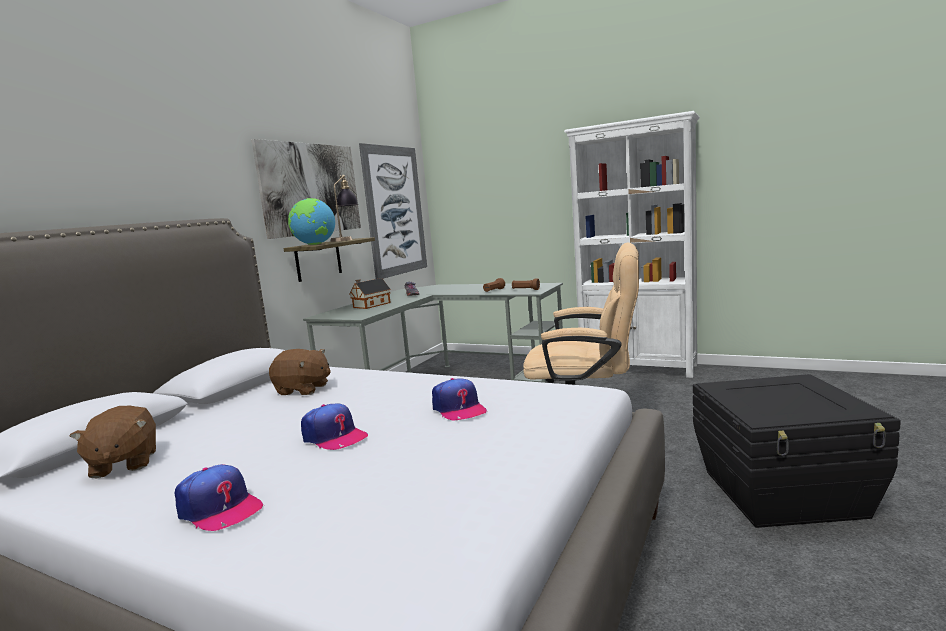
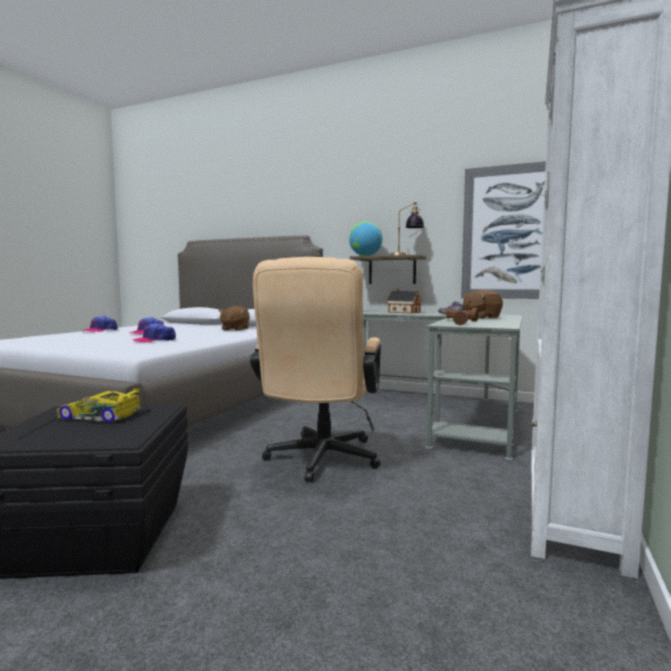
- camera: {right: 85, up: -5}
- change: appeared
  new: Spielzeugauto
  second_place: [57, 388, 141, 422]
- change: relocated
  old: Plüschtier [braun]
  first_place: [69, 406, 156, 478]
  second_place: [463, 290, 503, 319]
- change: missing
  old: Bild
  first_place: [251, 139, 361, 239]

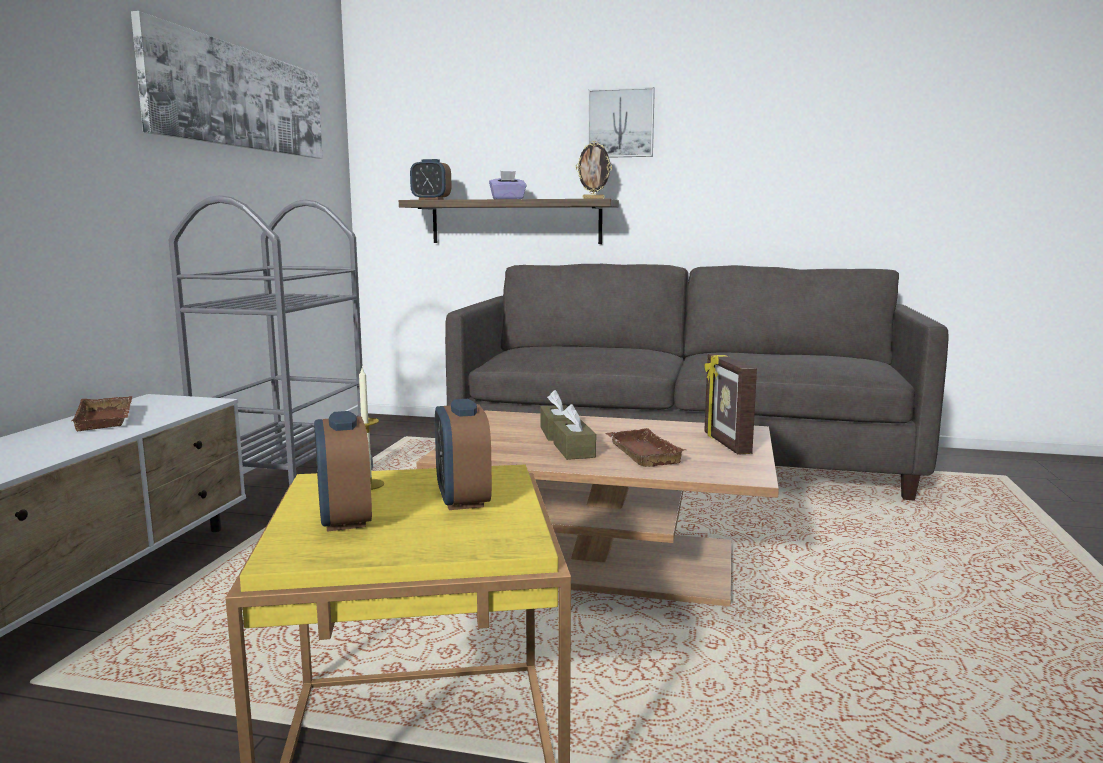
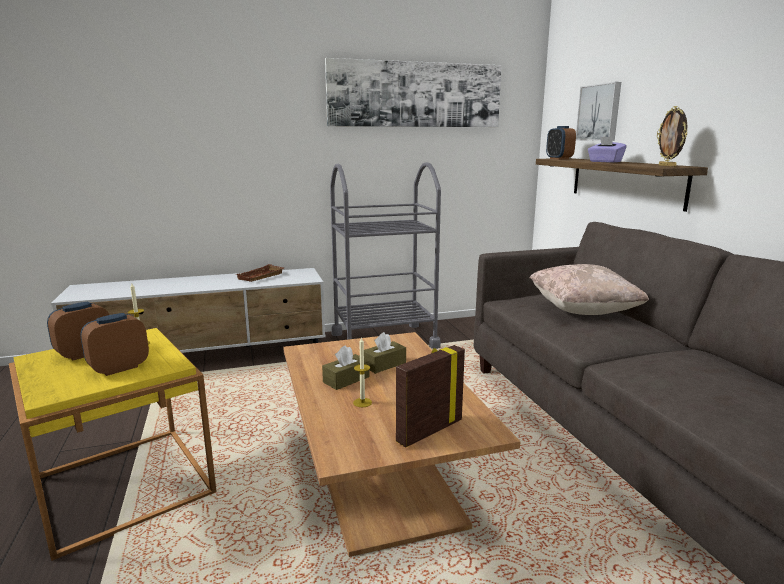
- camera: {right: 60, up: 5}
- change: exchanged
  old: Tablett [braun]
  new: Kerze
  first_place: [605, 428, 686, 467]
  second_place: [353, 337, 372, 407]
- change: appeared
  new: Kissen [beige]
  second_place: [530, 264, 649, 315]
- change: relocated
  old: Bild
  first_place: [588, 87, 655, 158]
  second_place: [576, 82, 621, 141]

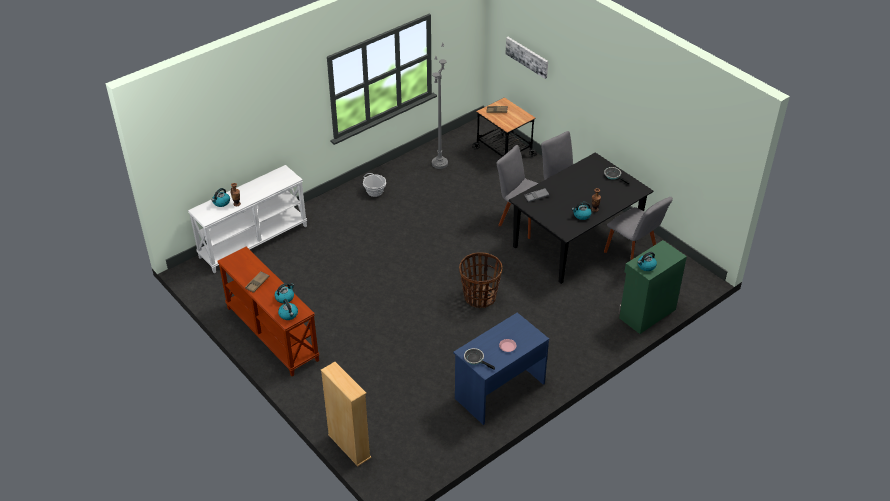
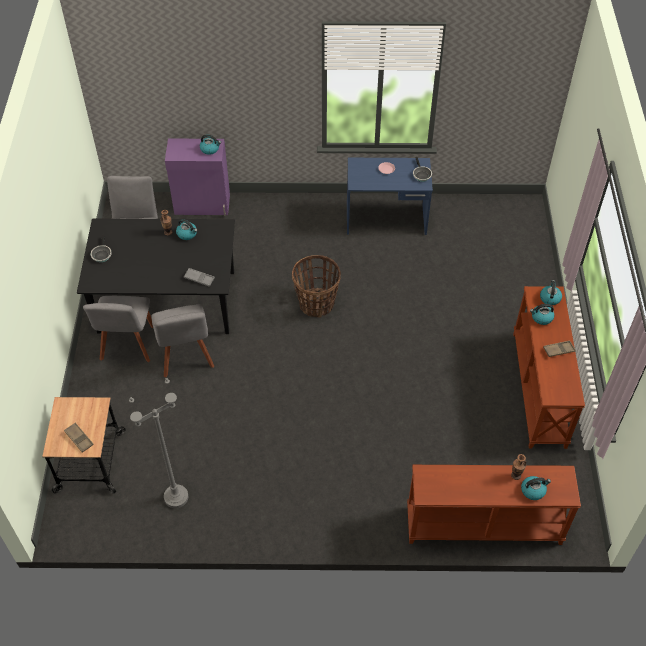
- camera: {right: -140, up: 10}
- change: colour
  old: Schrank [grün]
  new: Schrank [lila]
  first_place: [618, 240, 687, 334]
  second_place: [165, 139, 230, 216]
- change: colour
  old: Konsolentisch [weiß]
  new: Konsolentisch [braun]
  first_place: [188, 165, 307, 273]
  second_place: [407, 465, 581, 545]
- change: missing
  old: Bücherregal [beige]
  first_place: [321, 362, 371, 466]
- change: missing
  old: Korb
  first_place: [363, 173, 386, 197]
- change: missing
  old: Bild
  first_place: [505, 37, 548, 79]

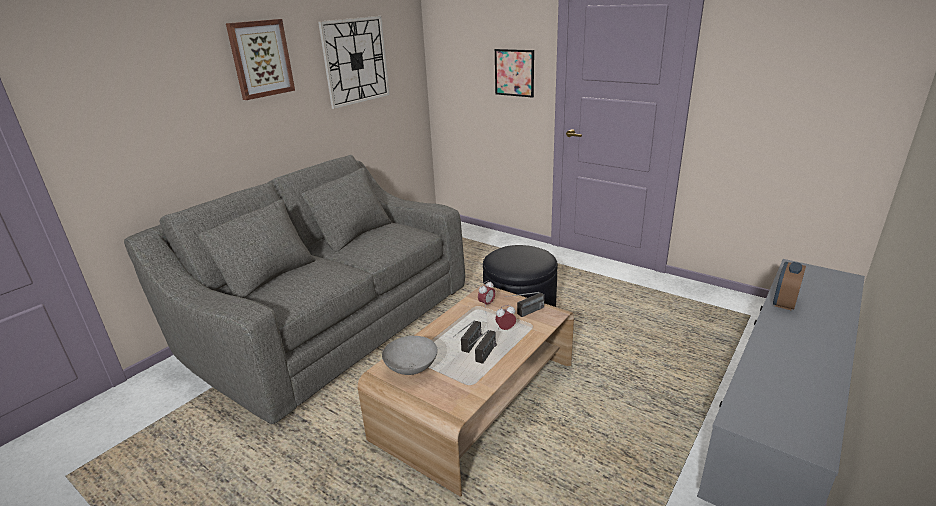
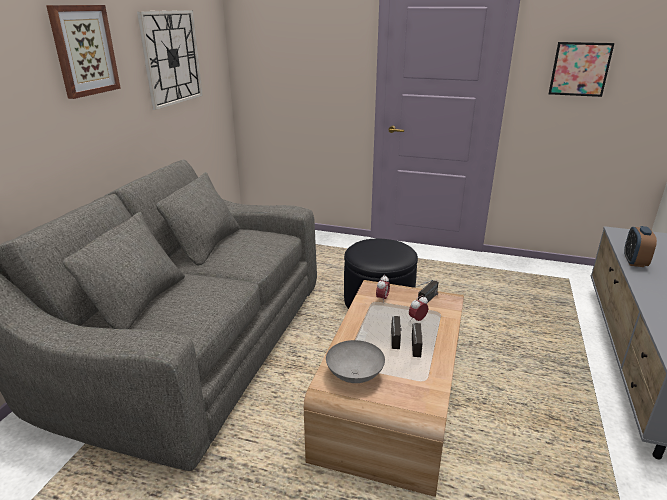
- camera: {right: -20, up: 0}
- change: relocated
  old: Bild
  first_place: [495, 49, 534, 98]
  second_place: [549, 42, 614, 97]

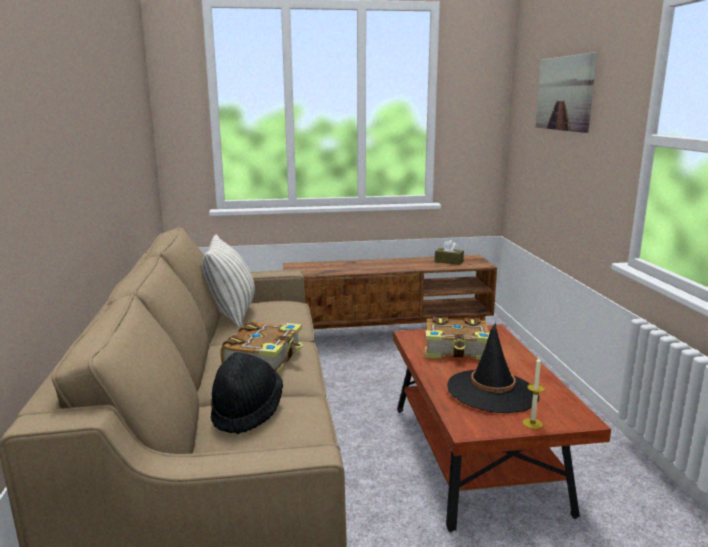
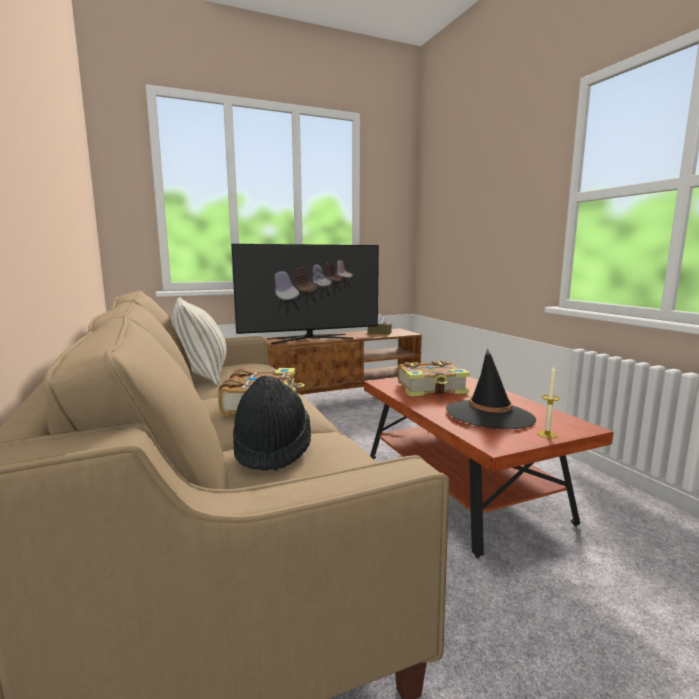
- camera: {right: -15, up: -5}
- change: appeared
  new: Fernseher
  second_place: [232, 244, 379, 344]
- change: missing
  old: Bild
  first_place: [535, 52, 597, 133]

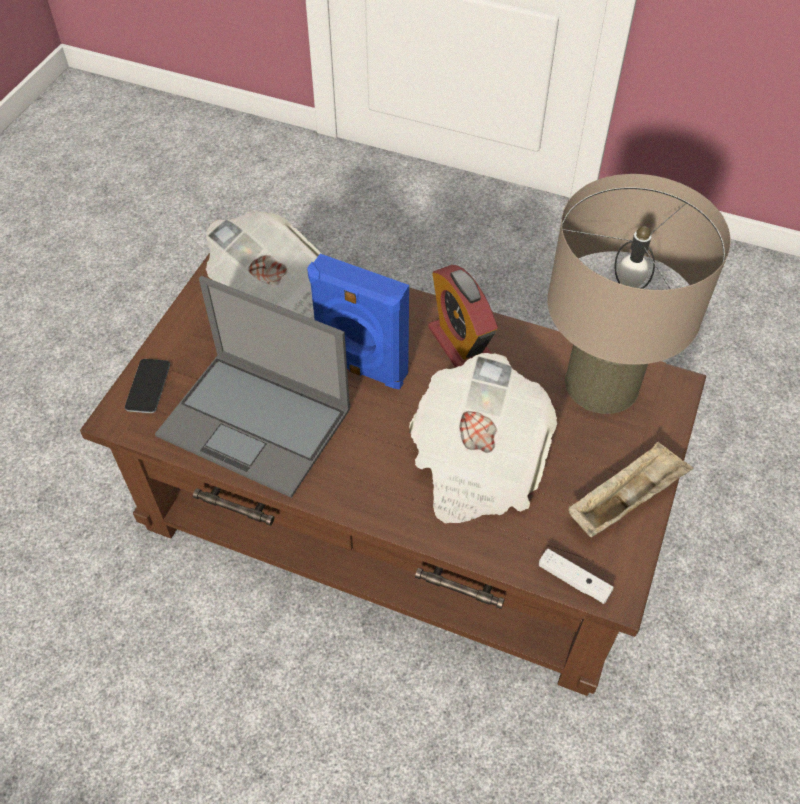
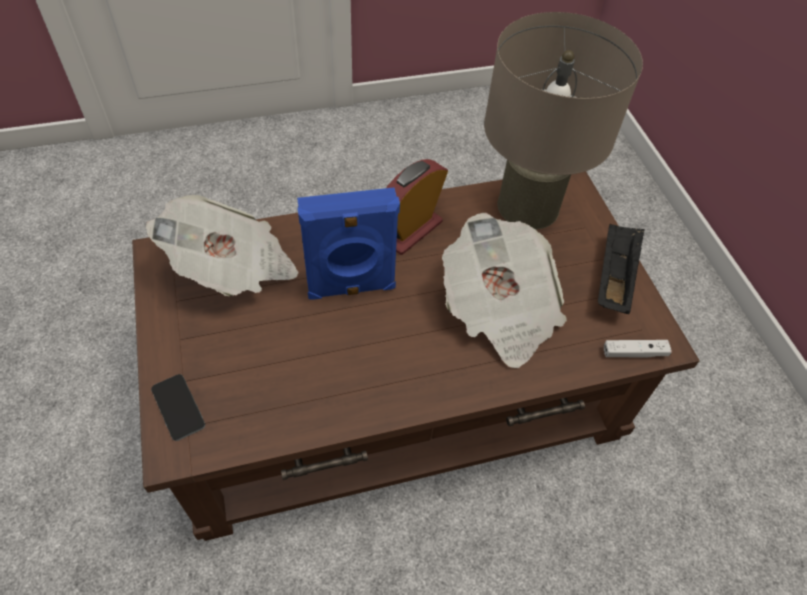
- camera: {right: -40, up: 0}
- change: spun
  old: Wecker
  first_place: [428, 265, 498, 368]
  second_place: [386, 159, 448, 255]
  degrees: 105
- change: colour
  old: Tablett [beige]
  new: Tablett [schwarz]
  first_place: [568, 442, 693, 537]
  second_place: [598, 224, 644, 314]
- change: missing
  old: Laptop
  first_place: [155, 276, 350, 498]

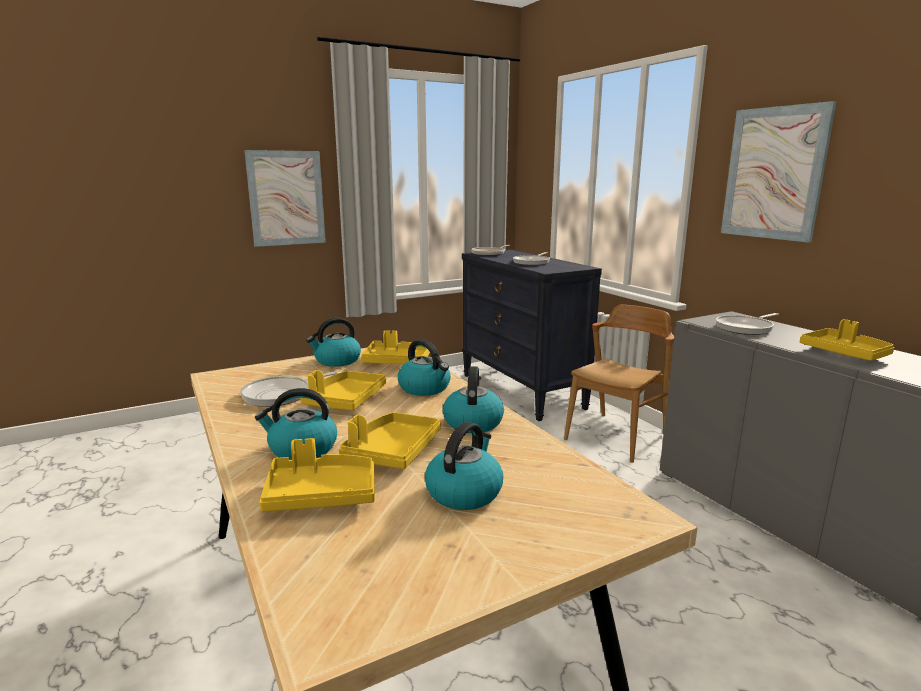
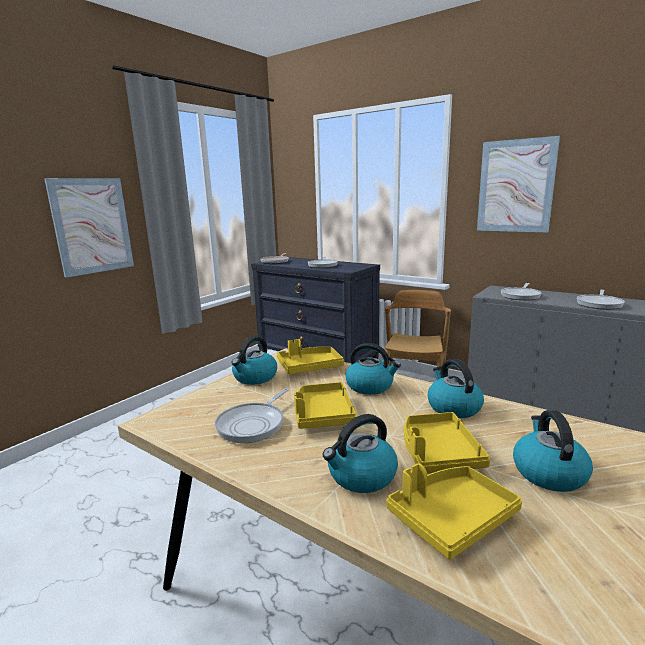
- camera: {right: -25, up: 0}
- change: exchanged
  old: Tablett [gelb]
  new: Pfanne
  first_place: [800, 319, 894, 361]
  second_place: [577, 290, 625, 310]

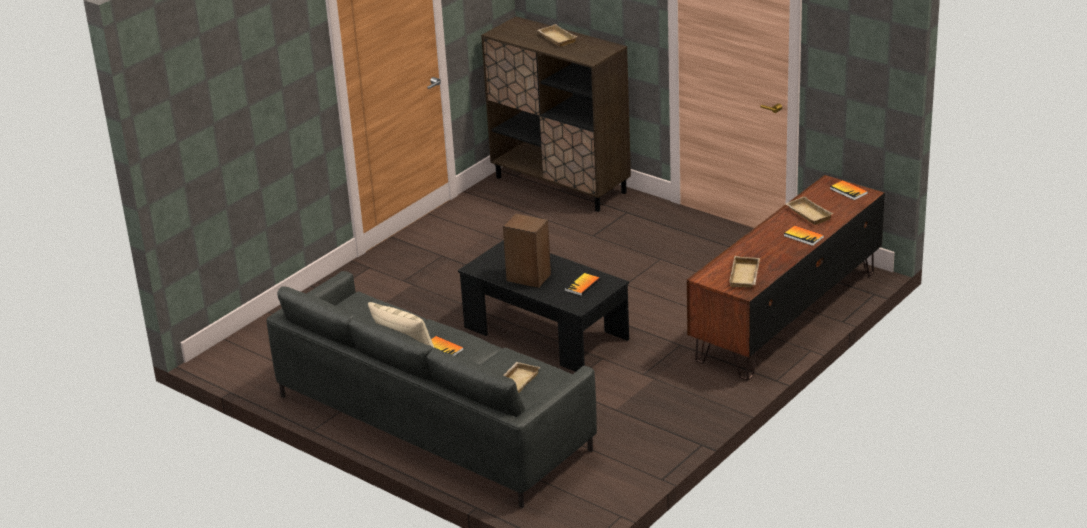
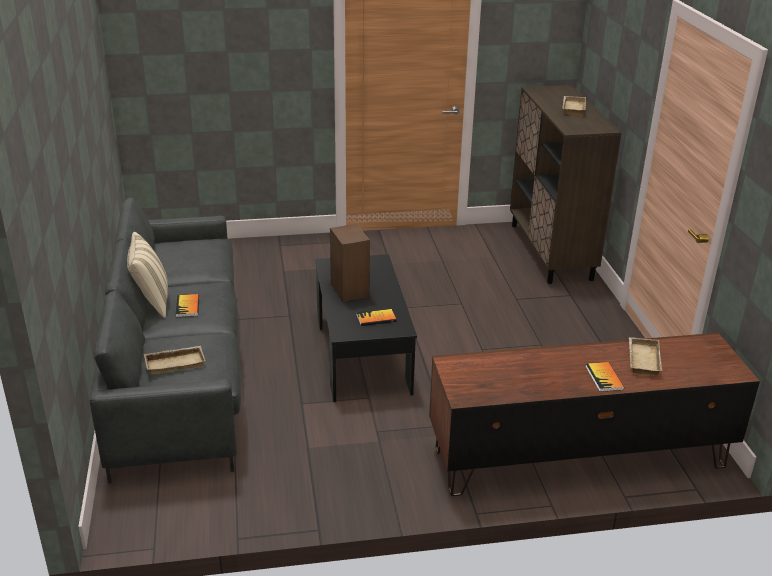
- camera: {right: 40, up: 0}
- change: missing
  old: Tablett [beige]
  first_place: [729, 256, 760, 287]
- change: missing
  old: Buch
  first_place: [830, 180, 868, 200]

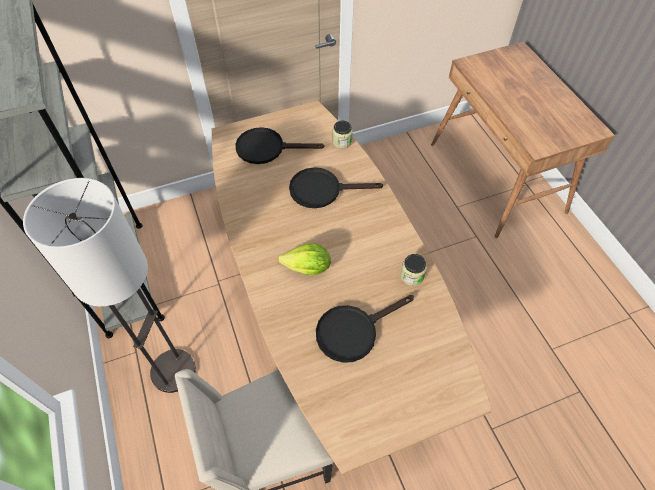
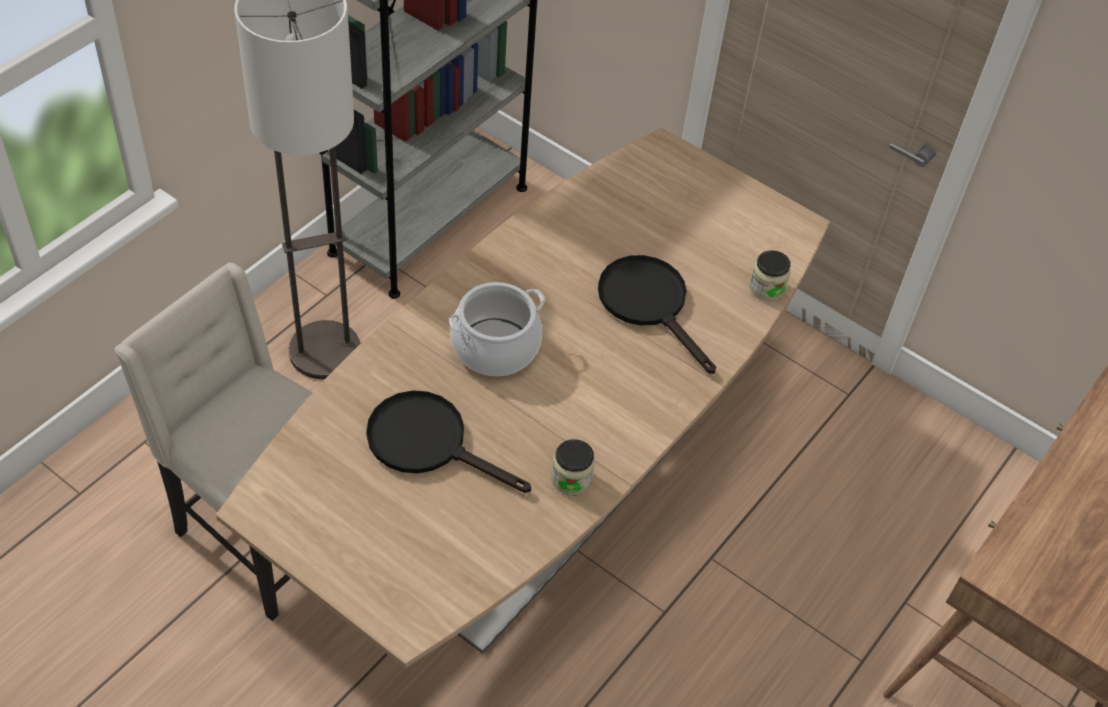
- camera: {right: 55, up: -5}
- change: exchanged
  old: Salatkopf
  new: Kochtopf
  first_place: [278, 243, 331, 275]
  second_place: [449, 282, 545, 376]
- change: missing
  old: Pfanne [schwarz]
  first_place: [235, 127, 324, 164]

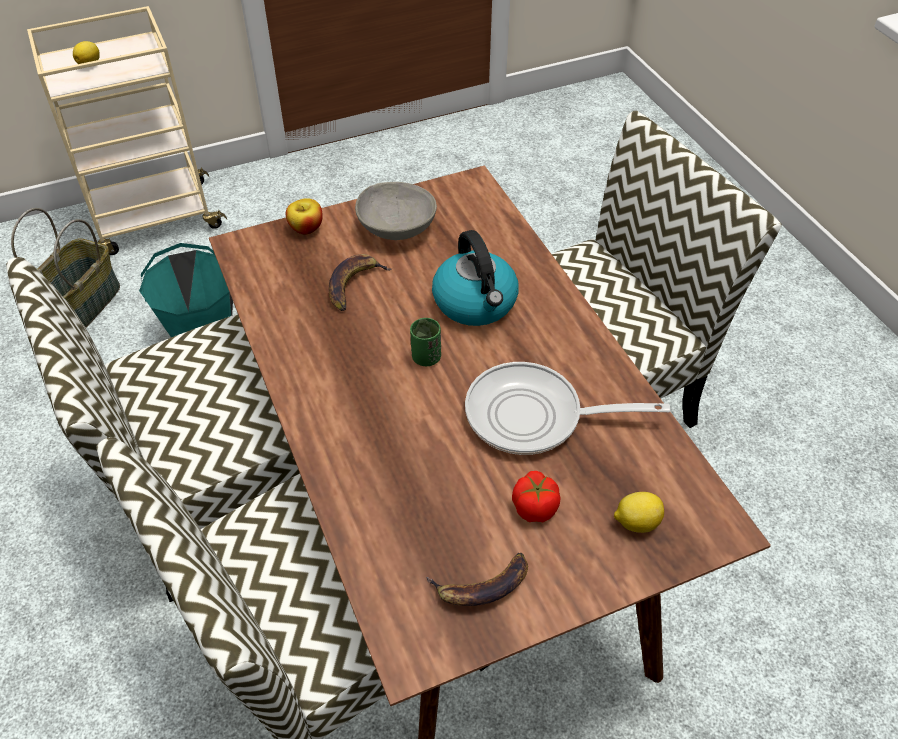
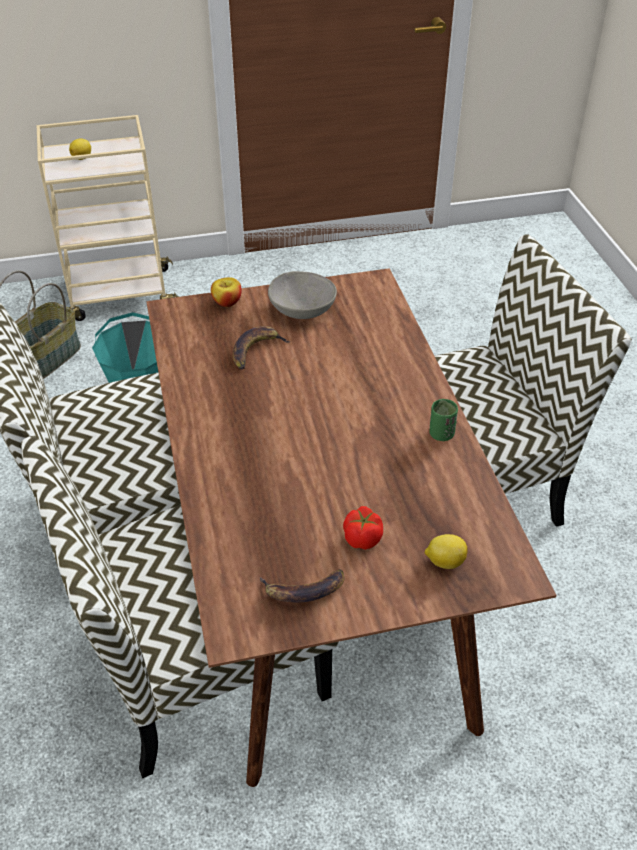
- camera: {right: 10, up: -5}
- change: relocated
  old: Tasse [grün]
  first_place: [410, 318, 441, 366]
  second_place: [429, 399, 458, 441]
- change: missing
  old: Wasserkessel
  first_place: [432, 230, 519, 326]
- change: missing
  old: Pfanne
  first_place: [465, 362, 670, 455]

